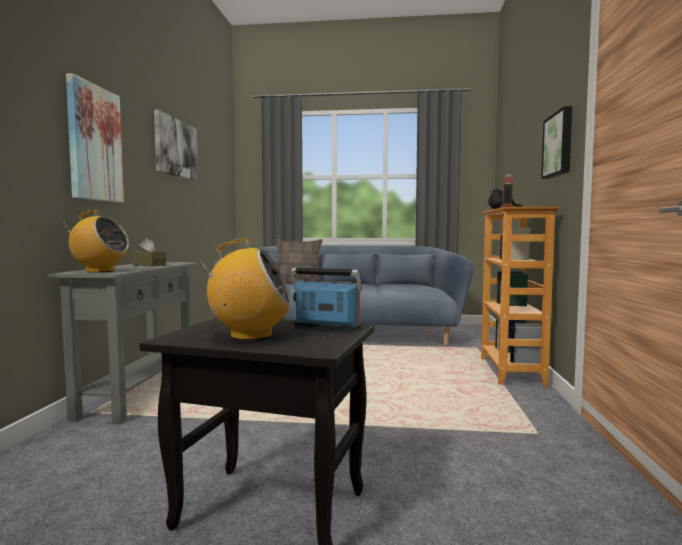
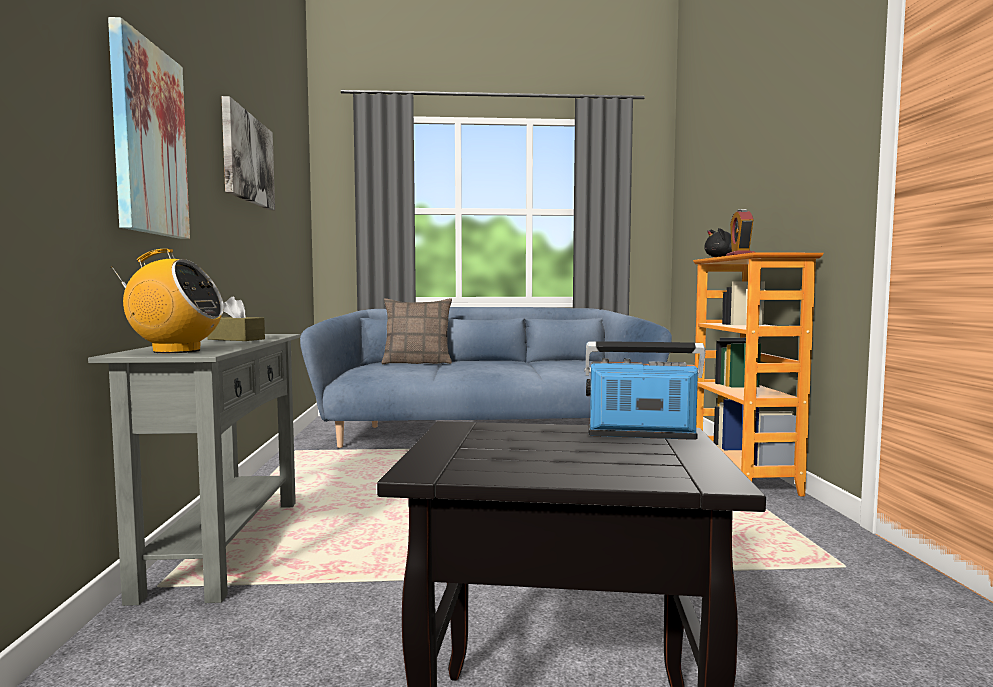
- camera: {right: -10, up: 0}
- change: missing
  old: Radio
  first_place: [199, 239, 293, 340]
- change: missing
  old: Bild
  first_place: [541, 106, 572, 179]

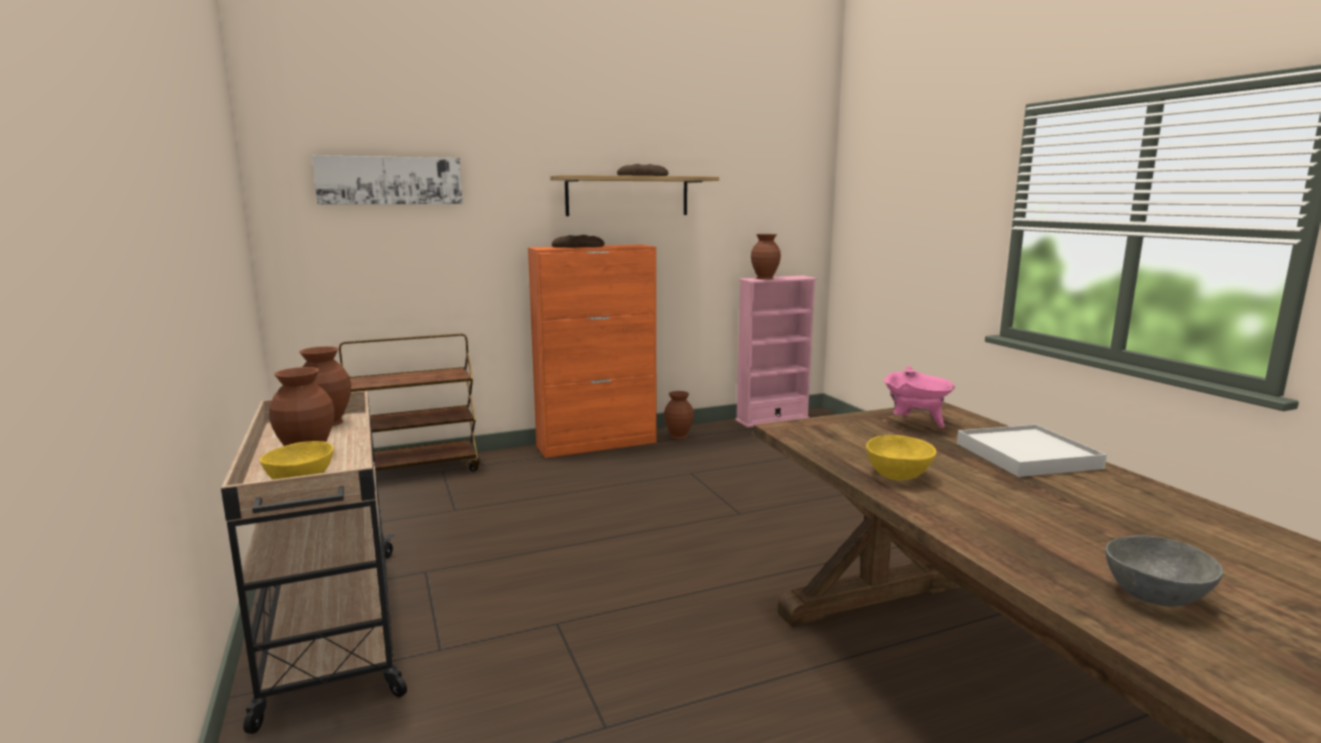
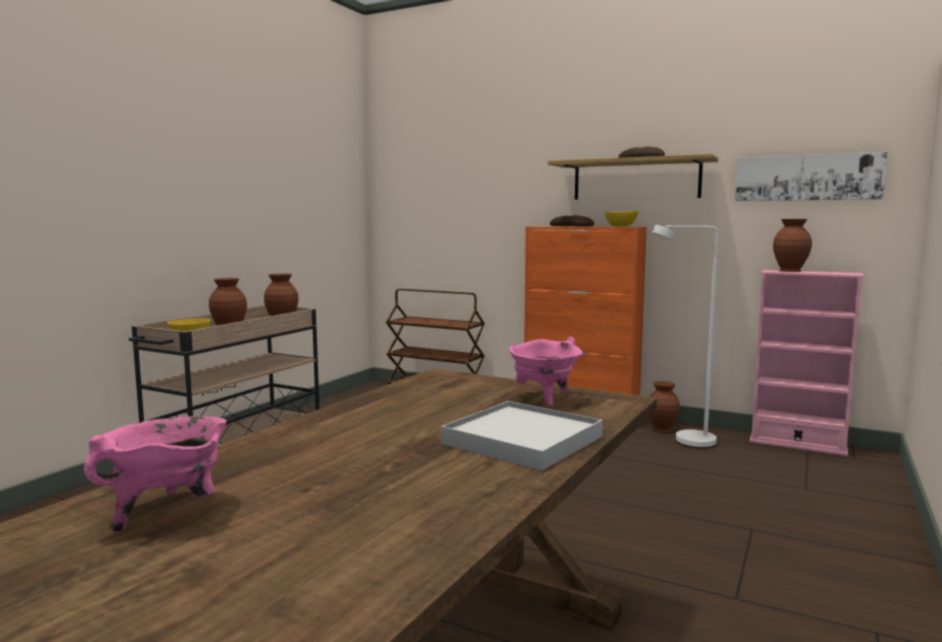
- camera: {right: 50, up: -5}
- change: exchanged
  old: Schüssel [grau]
  new: Kochtopf [rosa]
  first_place: [1106, 535, 1223, 607]
  second_place: [84, 416, 227, 533]
- change: relocated
  old: Schüssel [gelb]
  first_place: [866, 435, 936, 480]
  second_place: [605, 211, 639, 227]
- change: appeared
  new: Stehlampe [weiß]
  second_place: [652, 225, 718, 448]
- change: relocated
  old: Bild
  first_place: [312, 155, 463, 205]
  second_place: [735, 152, 887, 201]

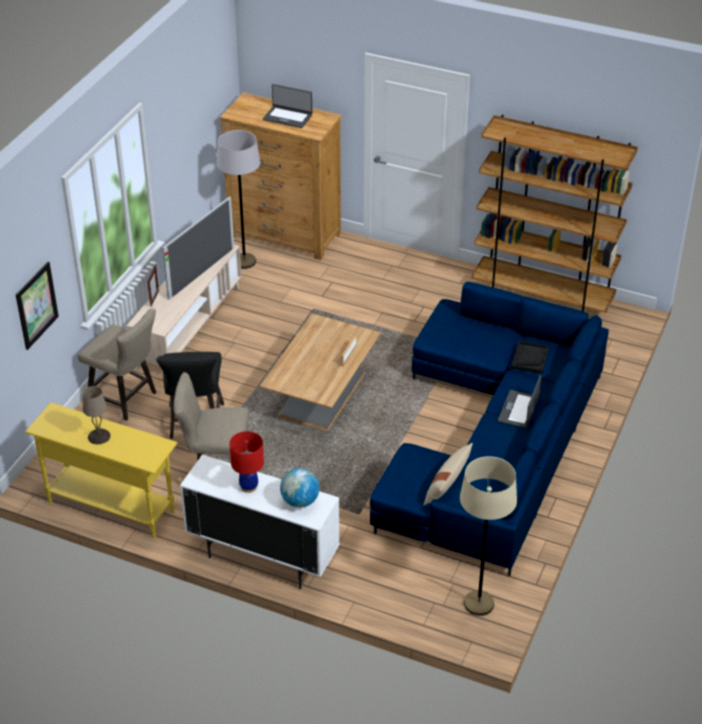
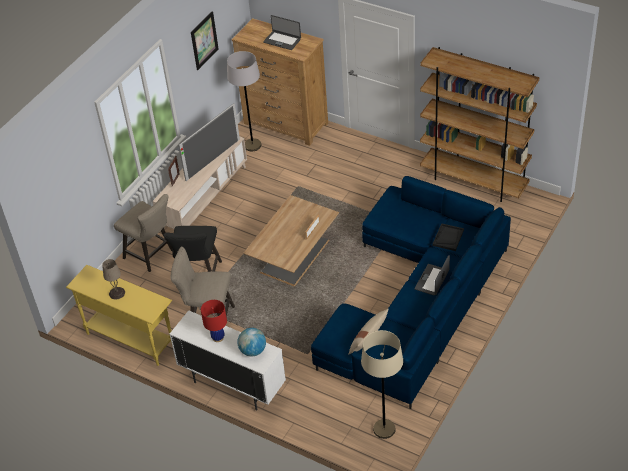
- camera: {right: 10, up: 5}
- change: relocated
  old: Bild
  first_place: [16, 262, 59, 350]
  second_place: [191, 11, 219, 70]

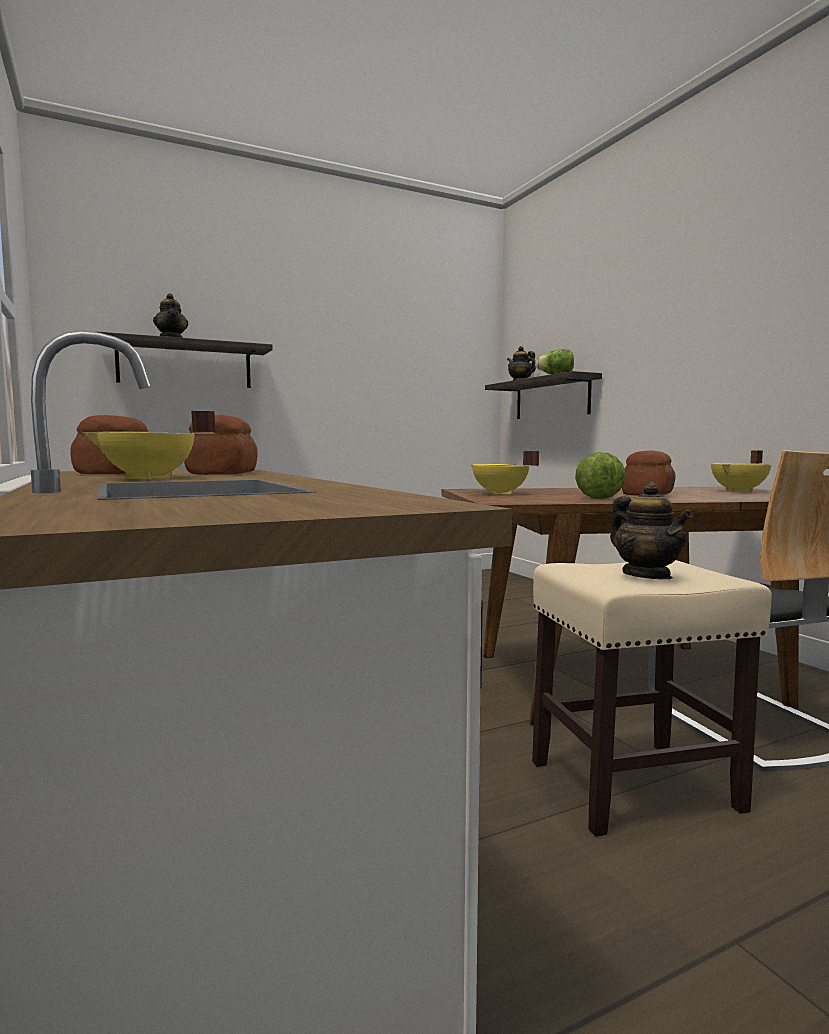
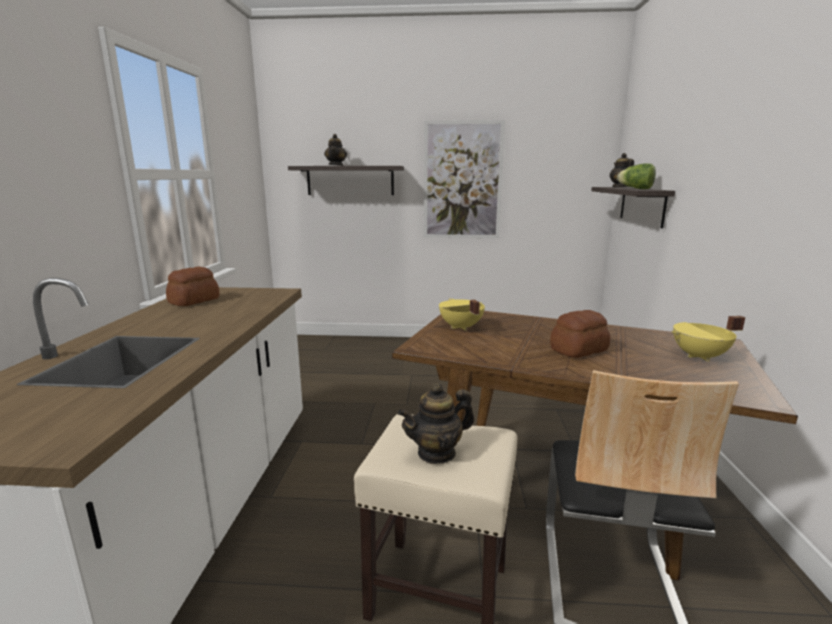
- camera: {right: 30, up: 10}
- change: spun
  old: Teekanne
  first_place: [610, 482, 693, 579]
  second_place: [398, 383, 474, 464]
  degrees: 60
- change: appeared
  new: Bild
  second_place: [424, 120, 505, 238]
- change: missing
  old: Kochtopf [gelb]
  first_place: [83, 411, 215, 480]
- change: missing
  old: Brot
  first_place: [184, 415, 258, 475]
- change: missing
  old: Salatkopf
  first_place: [575, 452, 626, 499]

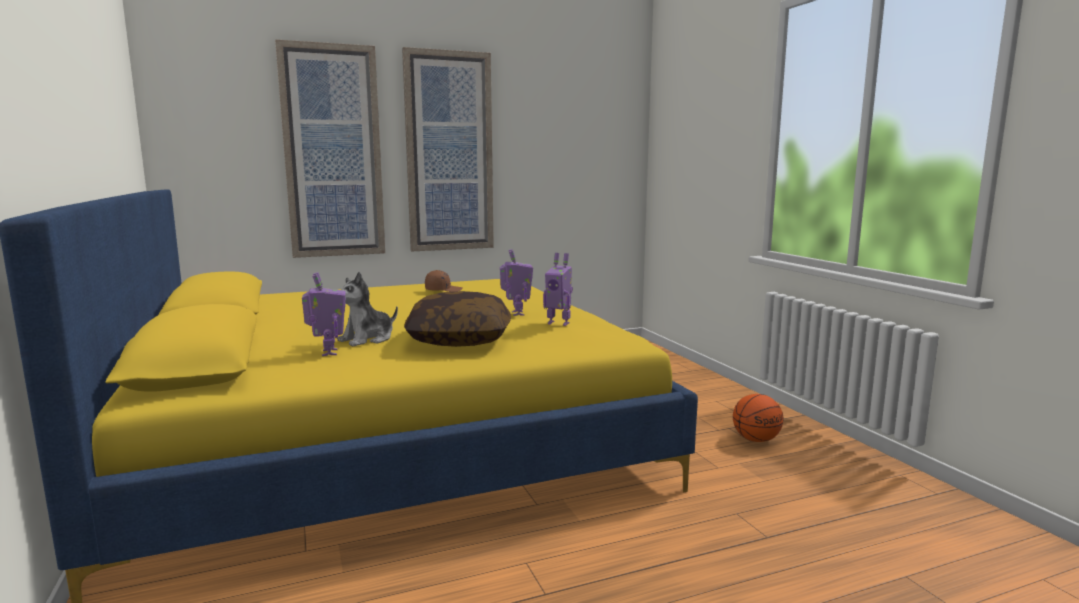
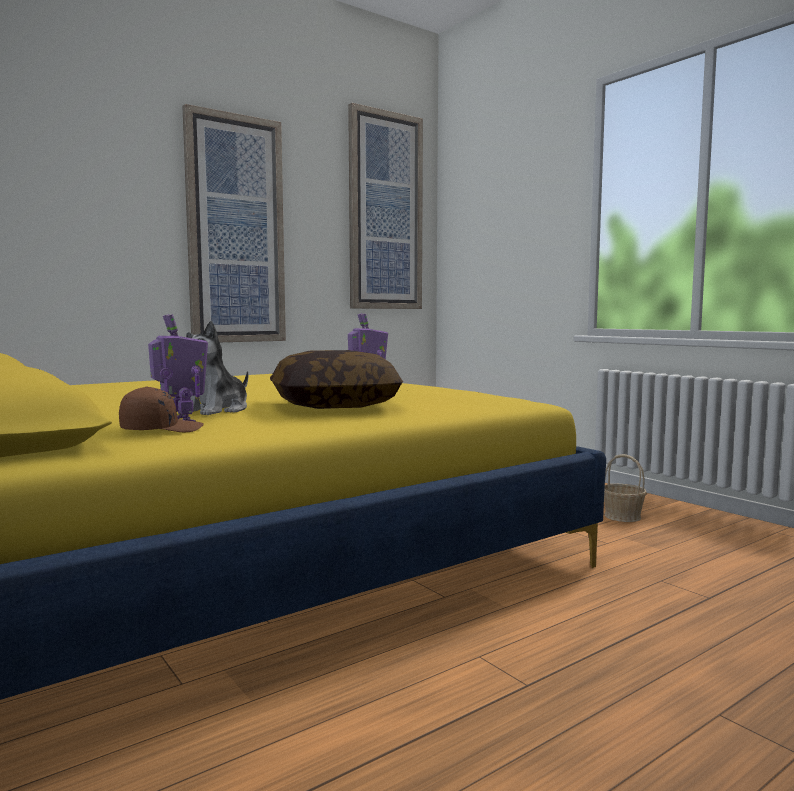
- camera: {right: -15, up: -5}
- change: relocated
  old: Kappe [braun]
  first_place: [425, 270, 463, 292]
  second_place: [119, 386, 204, 432]
- change: relocated
  old: Bild
  first_place: [275, 39, 385, 258]
  second_place: [348, 103, 423, 309]
- change: exchanged
  old: Basketball
  new: Korb
  first_place: [733, 394, 784, 442]
  second_place: [604, 454, 647, 522]
- change: missing
  old: Spielzeugroboter
  first_place: [543, 253, 573, 326]

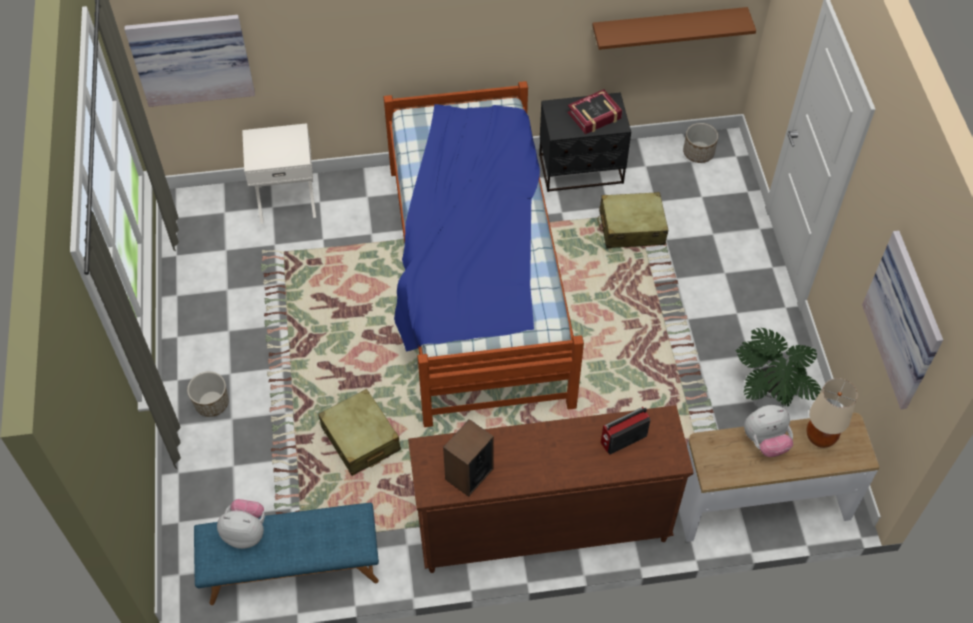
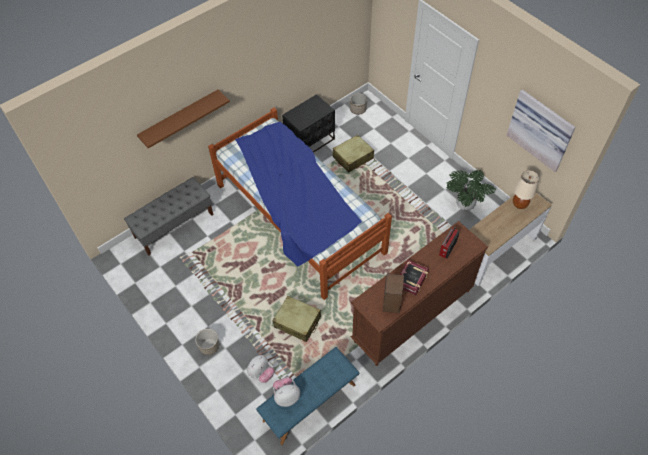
- camera: {right: -30, up: 0}
- change: exchanged
  old: Nachttisch [weiß]
  new: Bank [grau]
  first_place: [242, 123, 316, 224]
  second_place: [124, 177, 214, 256]
- change: relocated
  old: Wandregal [braun]
  first_place: [592, 7, 756, 50]
  second_place: [137, 90, 230, 148]
- change: relocated
  old: Plüschtier
  first_place: [744, 405, 793, 457]
  second_place: [247, 355, 275, 383]
- change: relocated
  old: Buch
  first_place: [567, 89, 622, 134]
  second_place: [399, 260, 429, 295]
- change: missing
  old: Bild
  first_place: [124, 15, 255, 107]

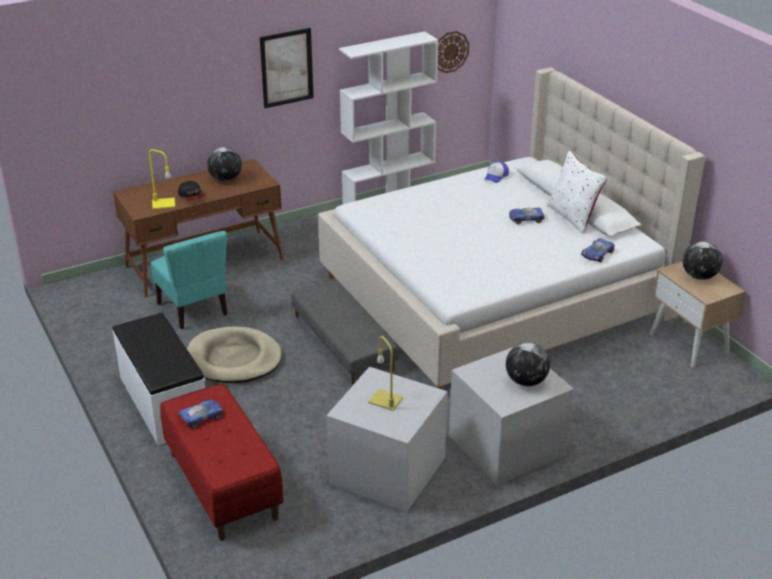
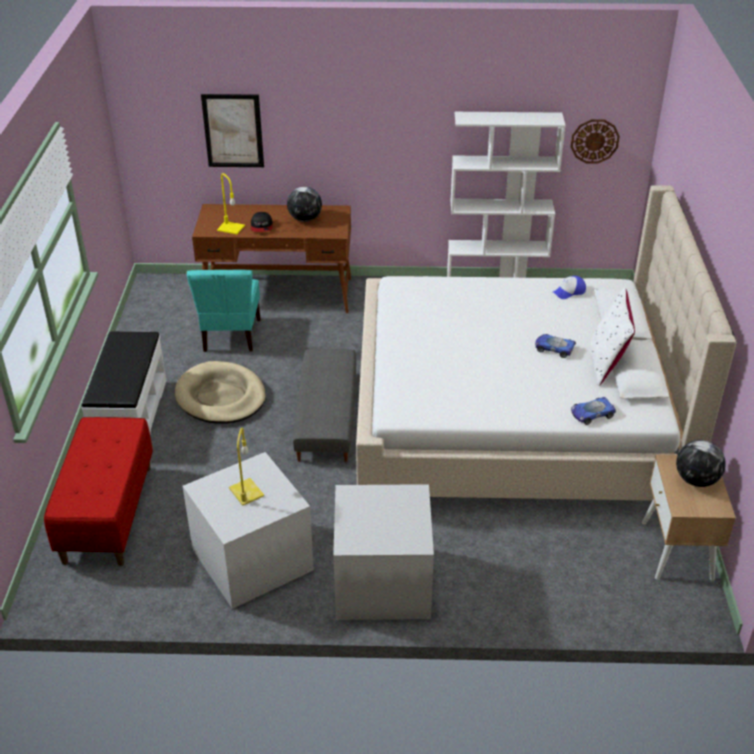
- camera: {right: 30, up: 5}
- change: relocated
  old: Bild
  first_place: [260, 28, 314, 108]
  second_place: [201, 94, 264, 167]
- change: missing
  old: Spielzeugauto
  first_place: [178, 399, 223, 428]
- change: missing
  old: Globus
  first_place: [506, 342, 550, 386]

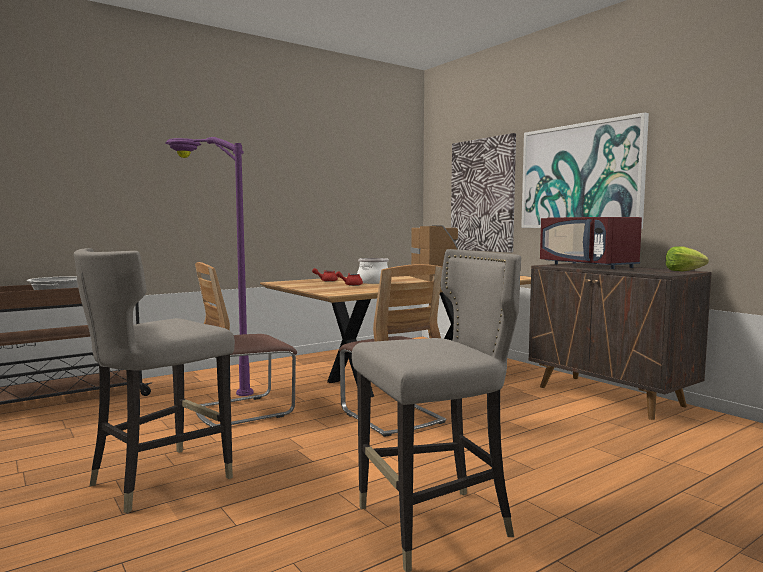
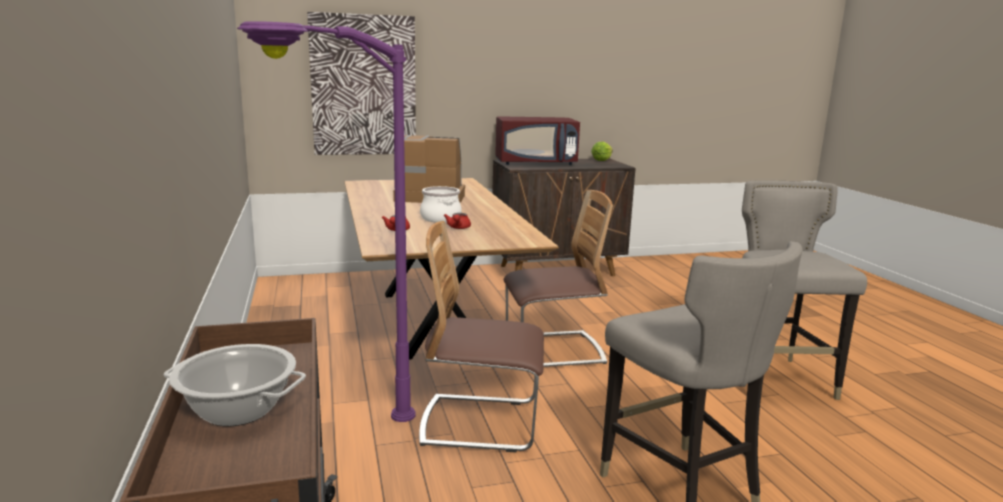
- camera: {right: -70, up: 10}
- change: spun
  old: Stuhl
  first_place: [195, 262, 297, 427]
  second_place: [419, 221, 544, 452]
  degrees: 105
- change: missing
  old: Bild
  first_place: [521, 112, 649, 229]

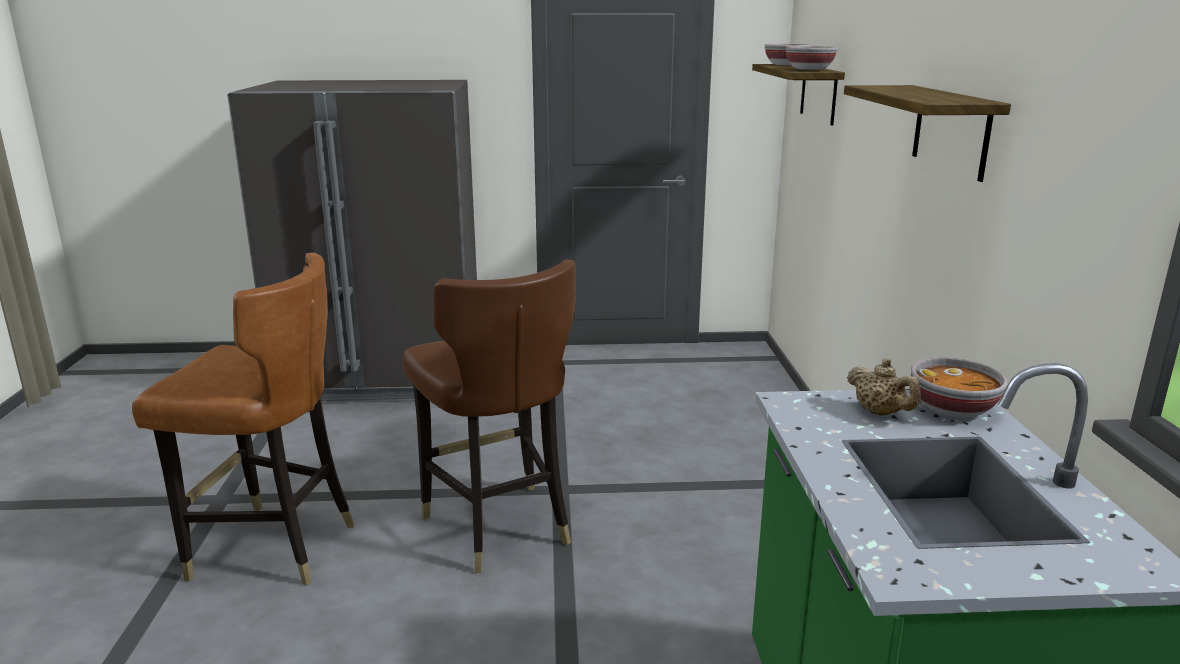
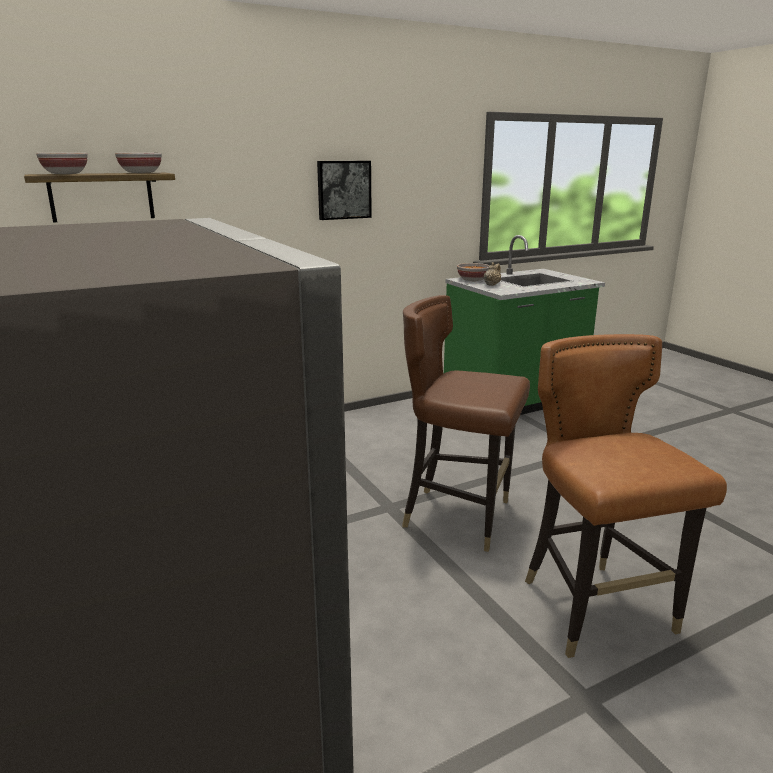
- camera: {right: -115, up: 0}
- change: exchanged
  old: Wandregal
  new: Bild
  first_place: [844, 85, 1011, 182]
  second_place: [317, 161, 372, 220]
- change: spun
  old: Stuhl [braun]
  first_place: [402, 259, 575, 573]
  second_place: [402, 295, 530, 552]
  degrees: -105

